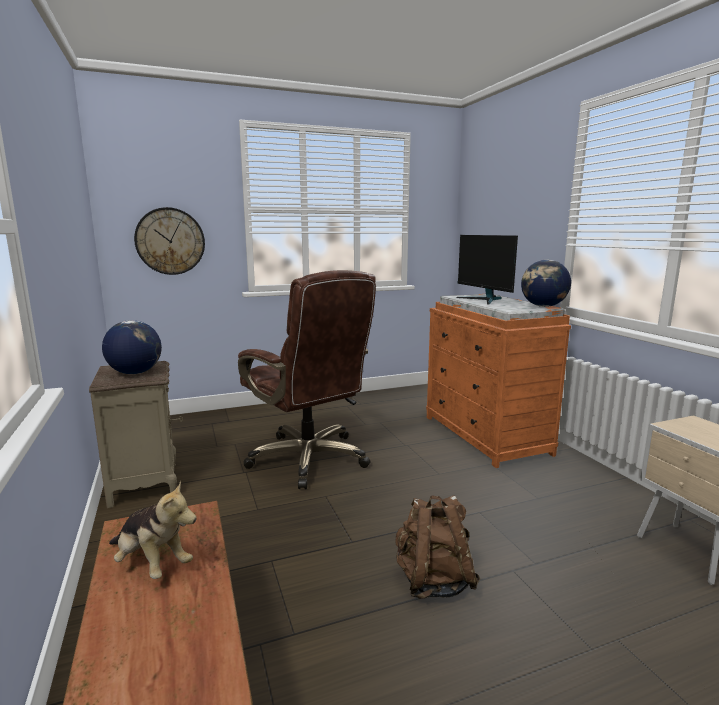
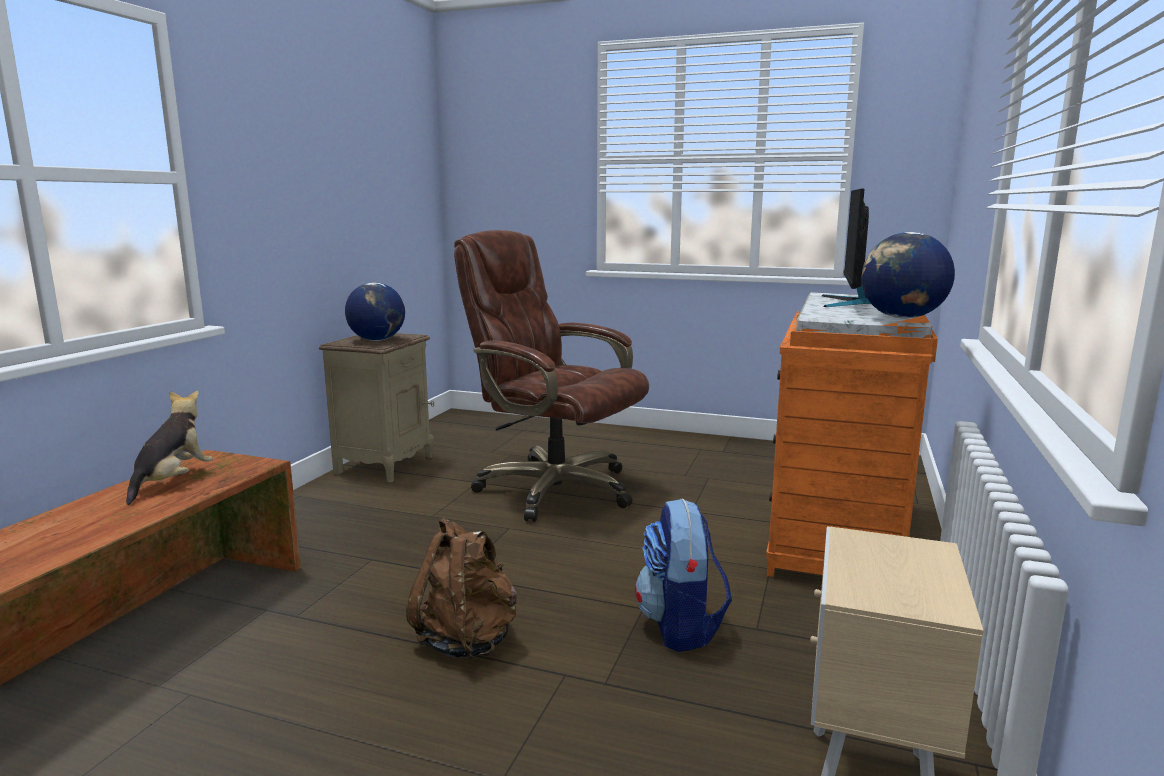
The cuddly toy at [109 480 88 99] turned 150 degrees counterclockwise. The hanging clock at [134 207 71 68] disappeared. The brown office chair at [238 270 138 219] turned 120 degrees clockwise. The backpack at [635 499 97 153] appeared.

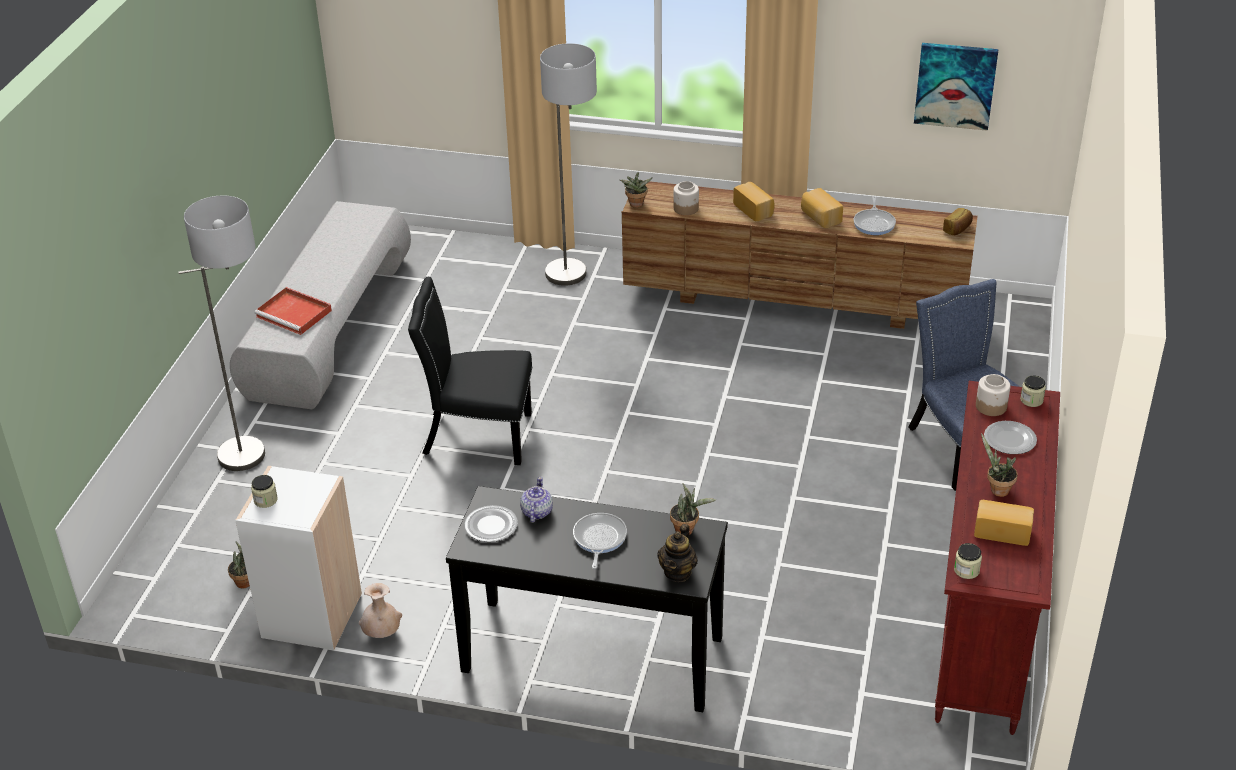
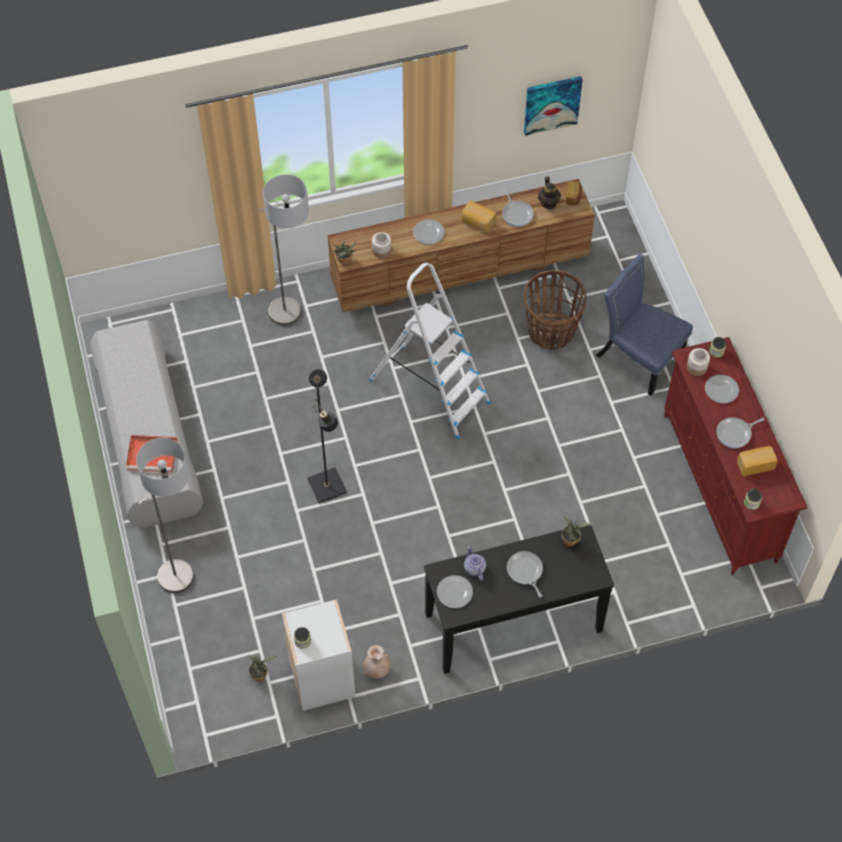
The black plain chair at [408 277 124 188] was replaced by the black standing lamp at [307 369 40 134]. The teapot moved from [657 524 41 58] to [538 176 23 33]. The bakery bread at [733 182 42 39] was replaced by the plate at [413 219 32 25]. The potted plant at [981 433 37 64] was replaced by the skillet at [716 417 49 31]. The whitish step stool at [369 263 122 176] appeared. The storage basket at [524 270 63 80] appeared.

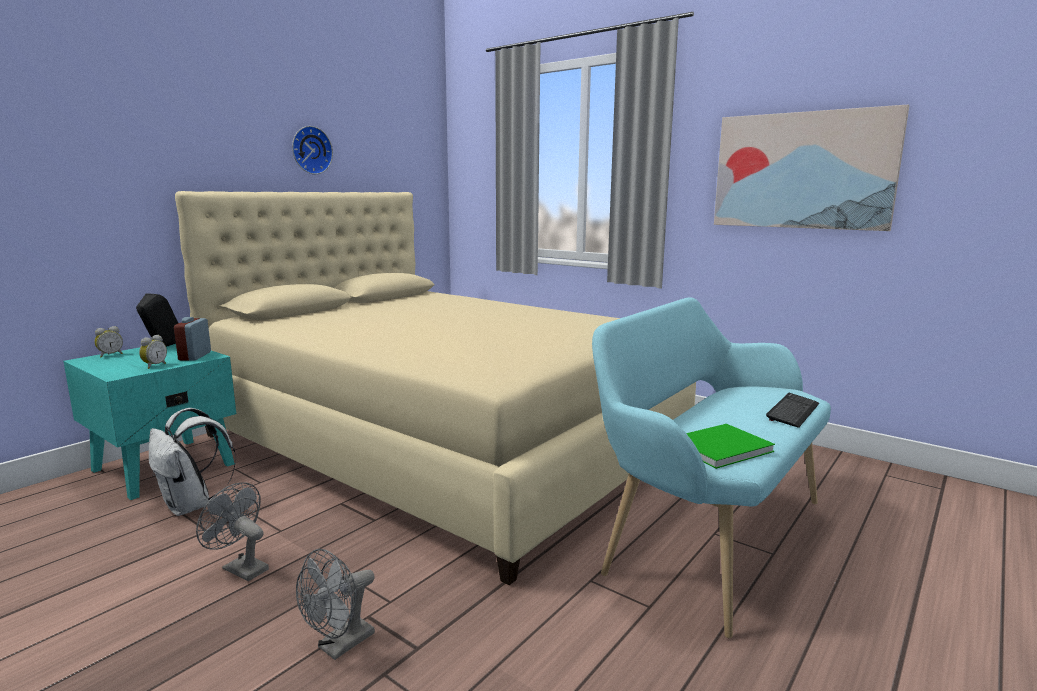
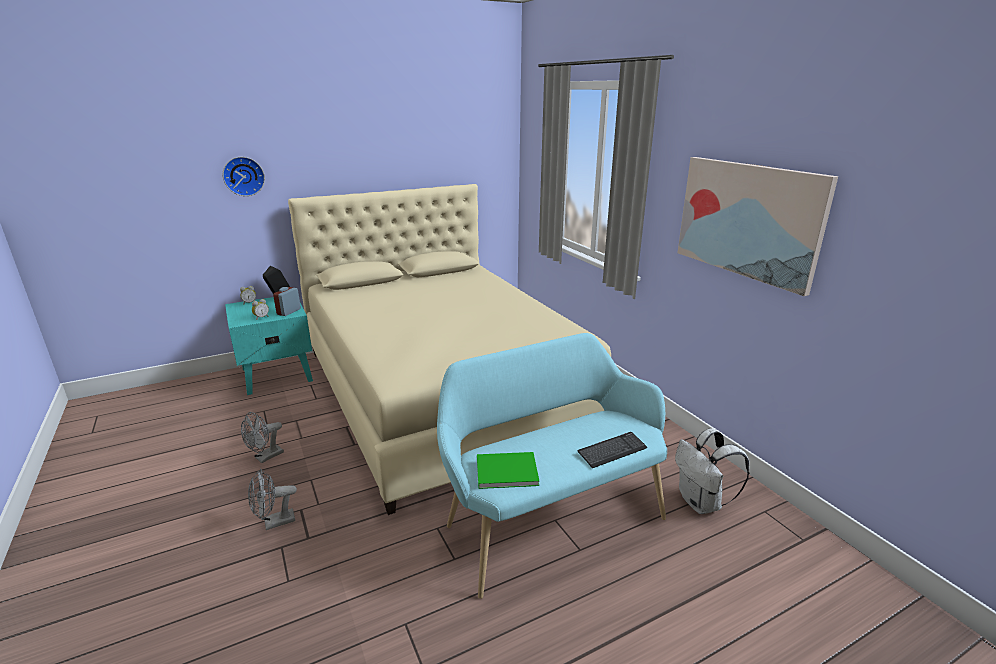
The whitish backpack moved from [149 408 87 108] to [675 428 74 86]. The grey fan at [196 482 73 99] turned 105 degrees counterclockwise. The hanging clock moved from [292 126 41 48] to [223 157 42 39].

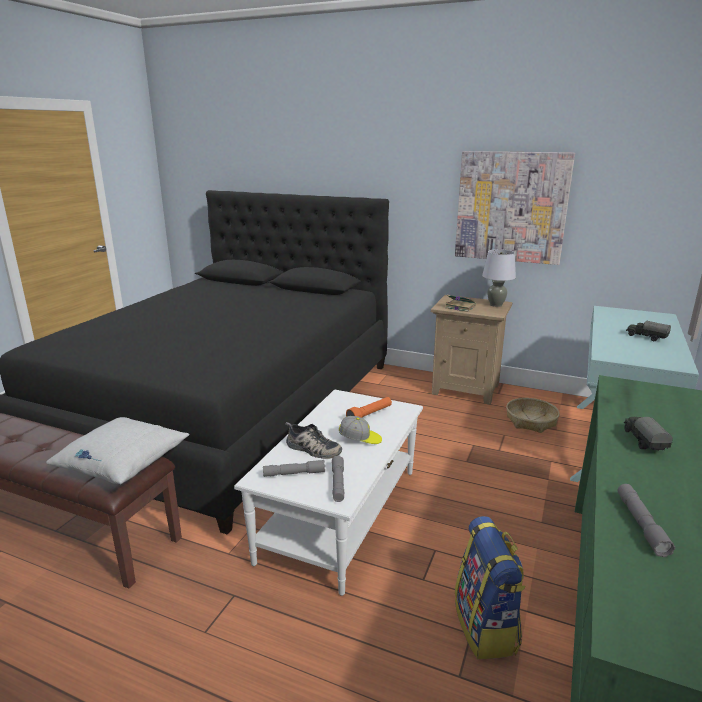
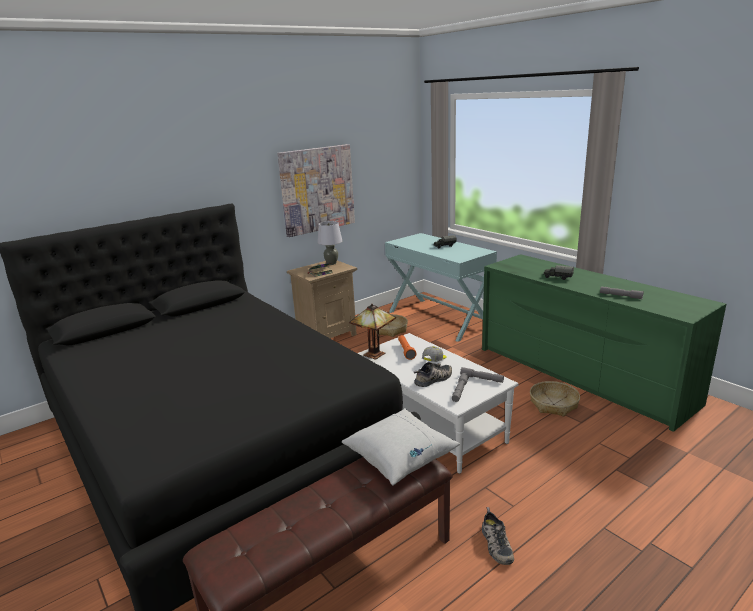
The backpack at [455 516 71 143] was replaced by the storage basket at [530 381 50 36]. The table lamp at [349 304 47 56] appeared. The item of footwear at [482 507 32 58] appeared.

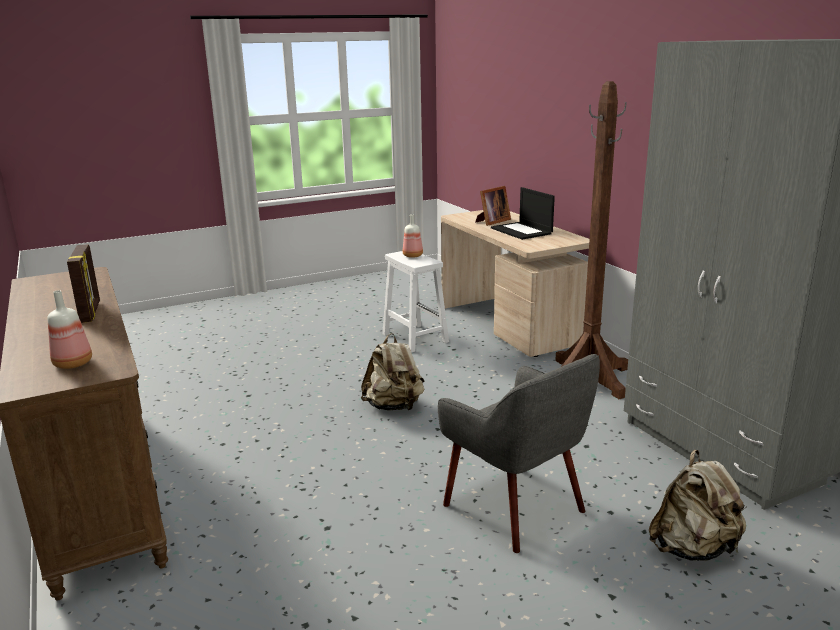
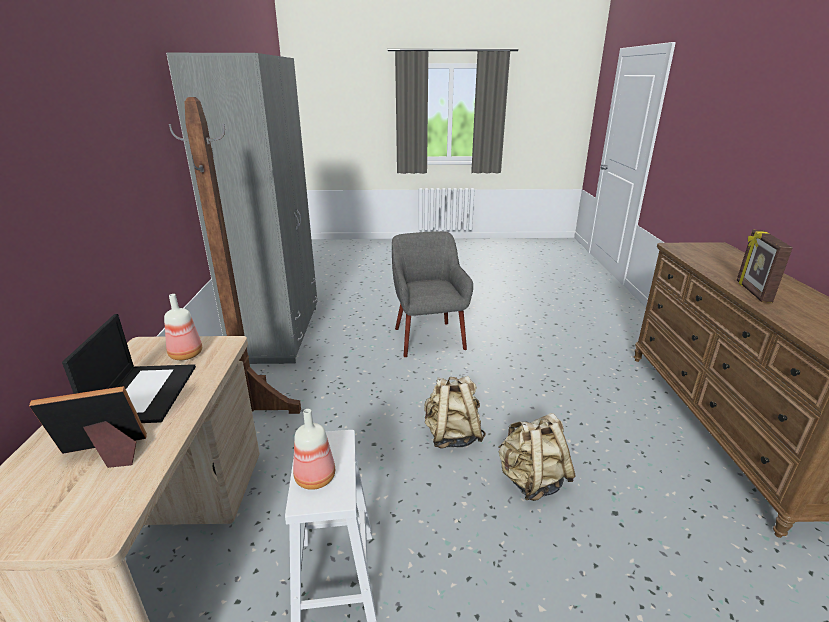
The drink bottle moved from [48 290 44 79] to [164 294 38 66]. The beige-coloured backpack moved from [649 450 98 111] to [498 413 78 88].

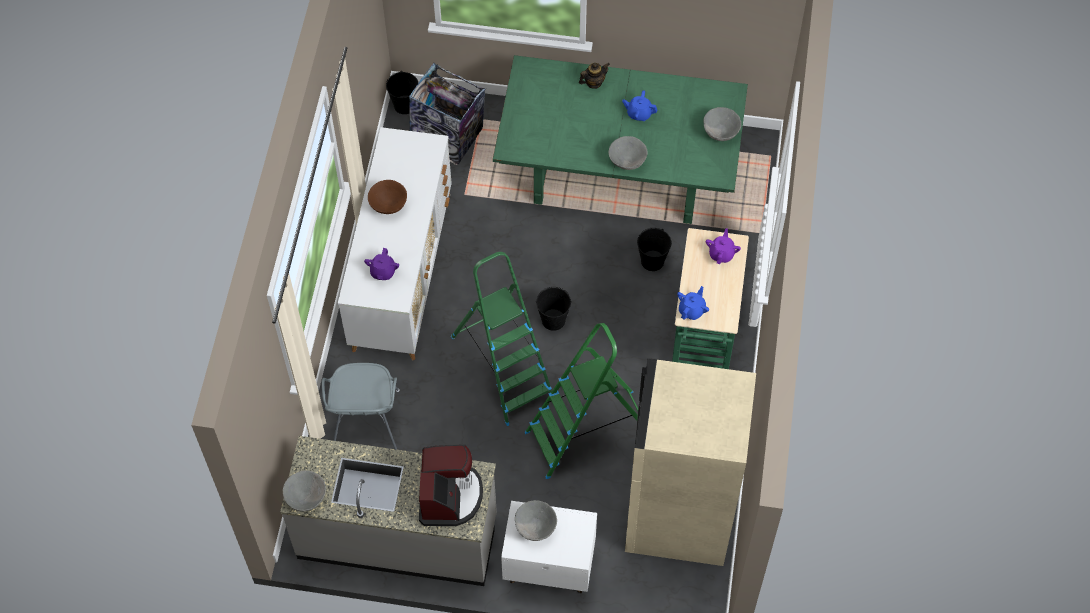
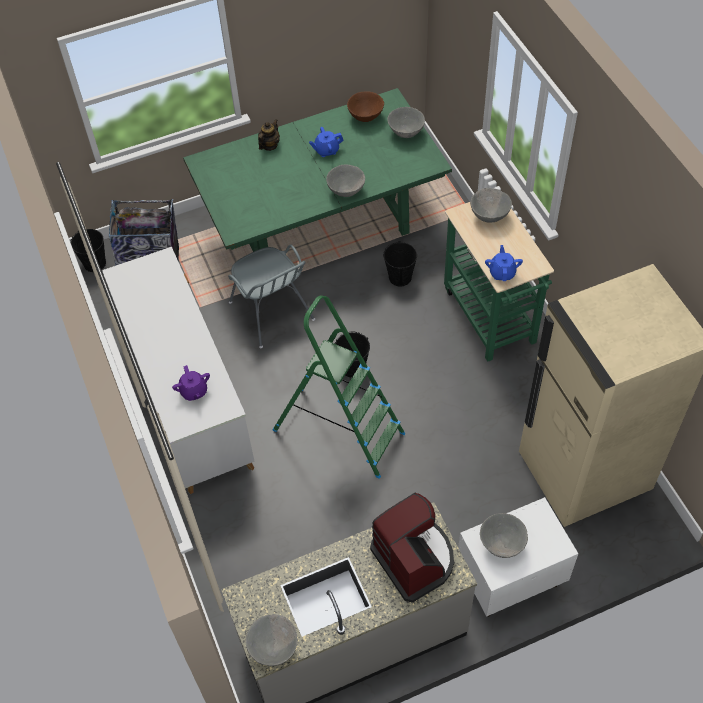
The grey plain chair moved from [322 363 78 87] to [228 245 87 103]. The brown bowl moved from [368 180 39 34] to [347 92 37 30]. The green step stool at [525 323 113 156] disappeared. The purple teapot at [706 228 35 36] was replaced by the grey bowl at [470 188 42 35].

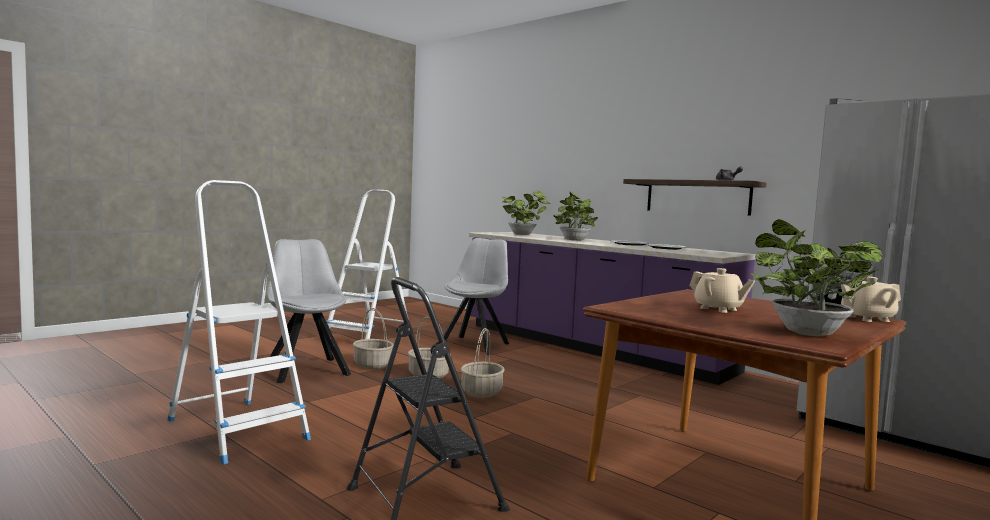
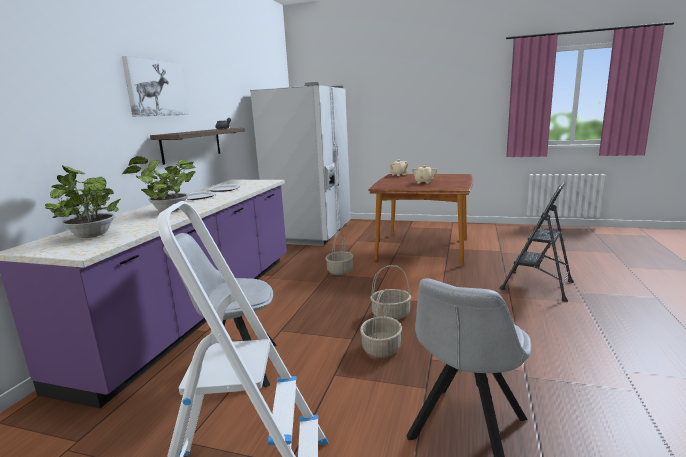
The whitish step stool at [167 180 144 284] disappeared. The storage basket moved from [353 308 41 61] to [326 231 28 44]. The potted plant at [748 219 135 117] disappeared. The wall picture at [122 56 67 61] appeared.

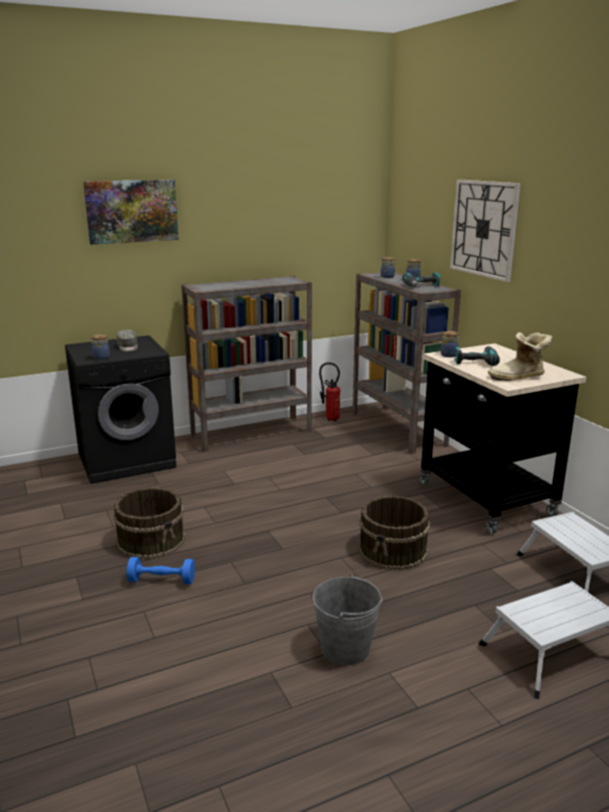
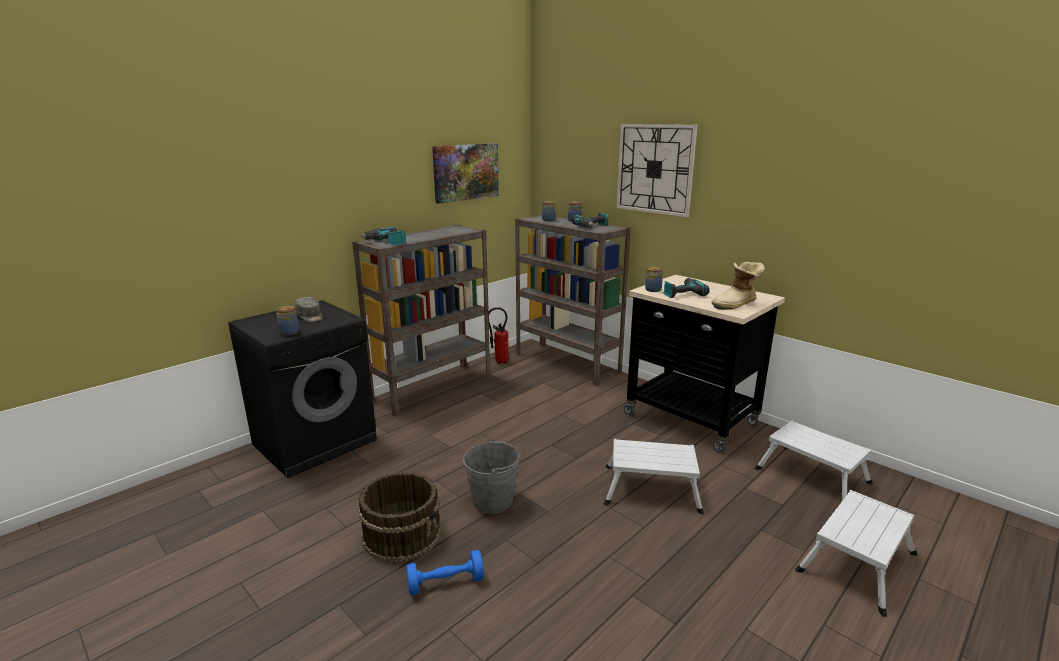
The wall picture moved from [83 180 96 65] to [432 143 67 61]. The grey pail moved from [313 574 70 92] to [463 440 58 74]. The brown pail at [359 496 71 75] was replaced by the whitish step stool at [604 439 100 76]. The power drill at [360 227 46 18] appeared.

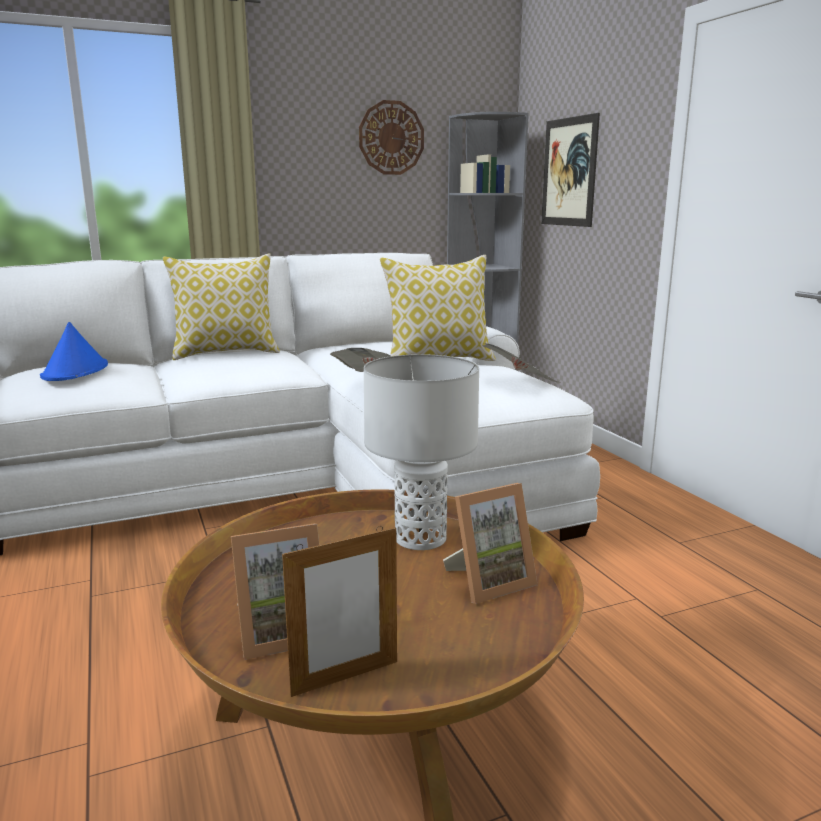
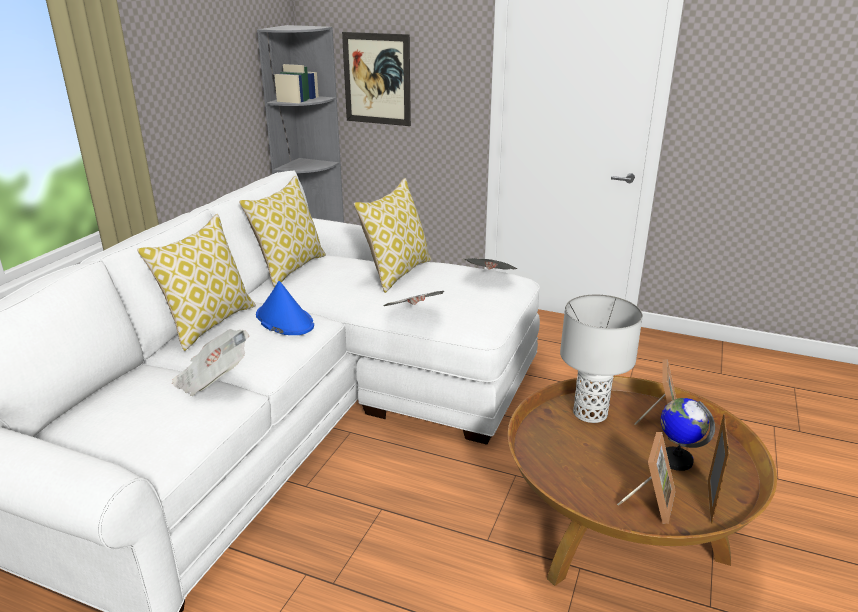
The blue-coloured clothing hat moved from [40 322 68 59] to [256 281 58 54]. The hanging clock at [359 100 65 75] disappeared. The daily paper at [172 329 77 67] appeared. The throw pillow at [239 176 87 111] appeared. The desk globe at [661 398 54 73] appeared.

